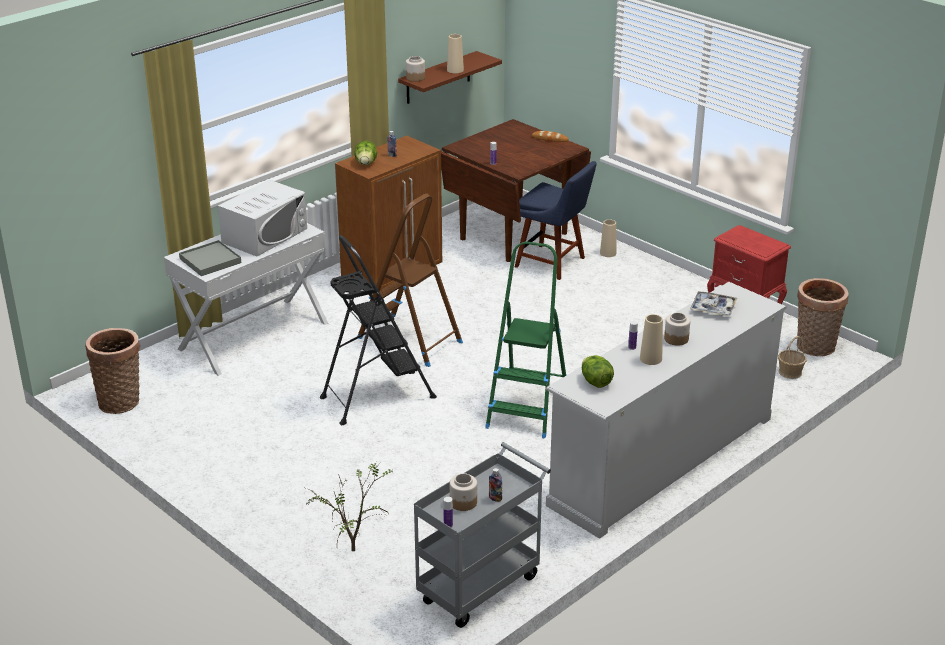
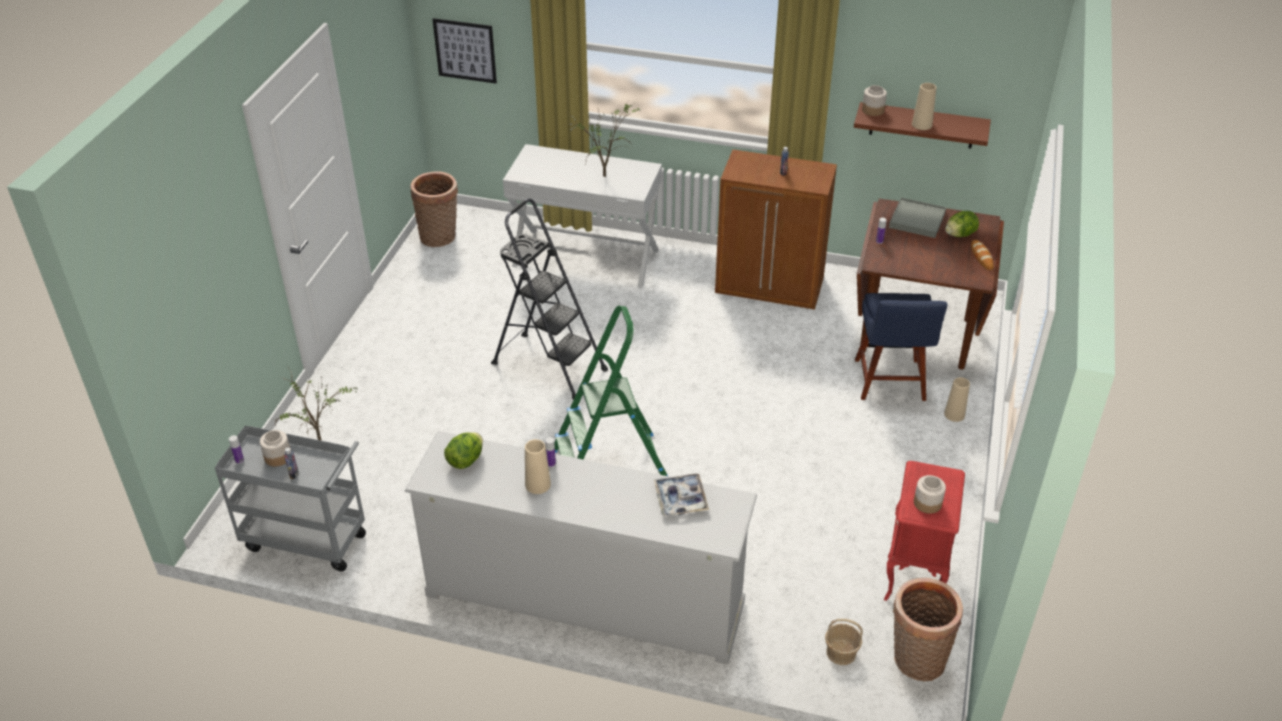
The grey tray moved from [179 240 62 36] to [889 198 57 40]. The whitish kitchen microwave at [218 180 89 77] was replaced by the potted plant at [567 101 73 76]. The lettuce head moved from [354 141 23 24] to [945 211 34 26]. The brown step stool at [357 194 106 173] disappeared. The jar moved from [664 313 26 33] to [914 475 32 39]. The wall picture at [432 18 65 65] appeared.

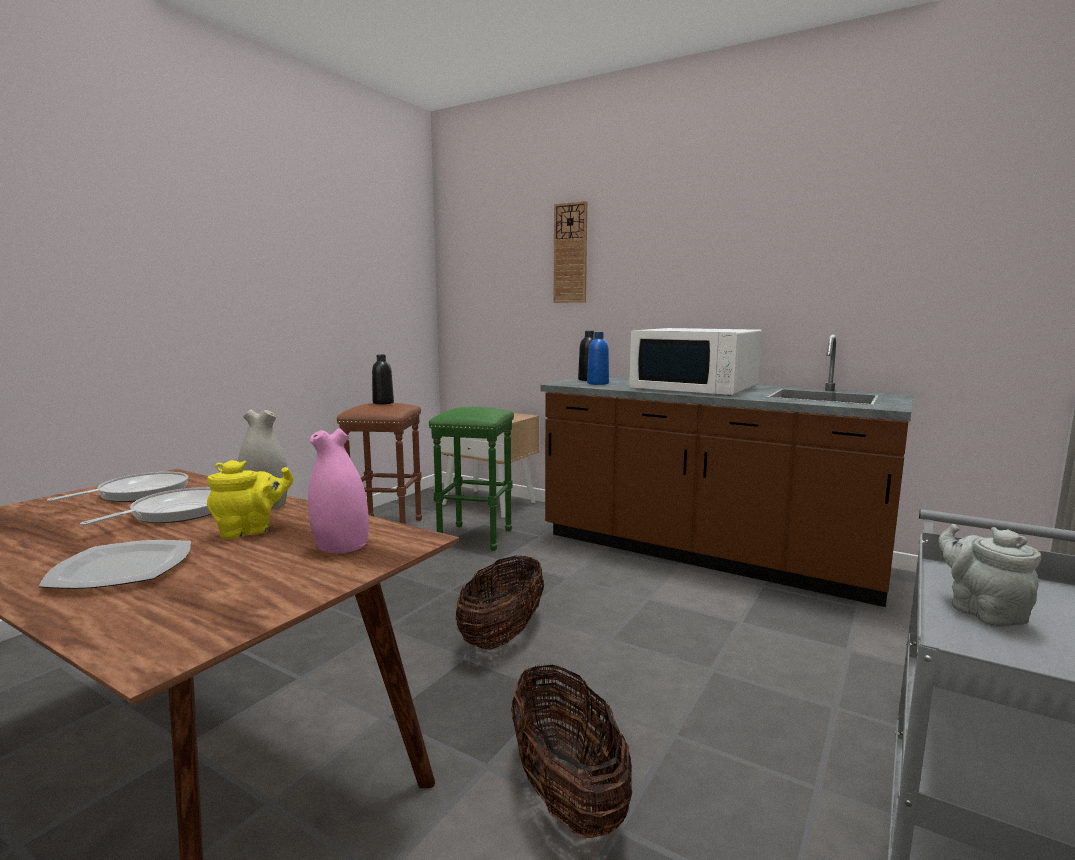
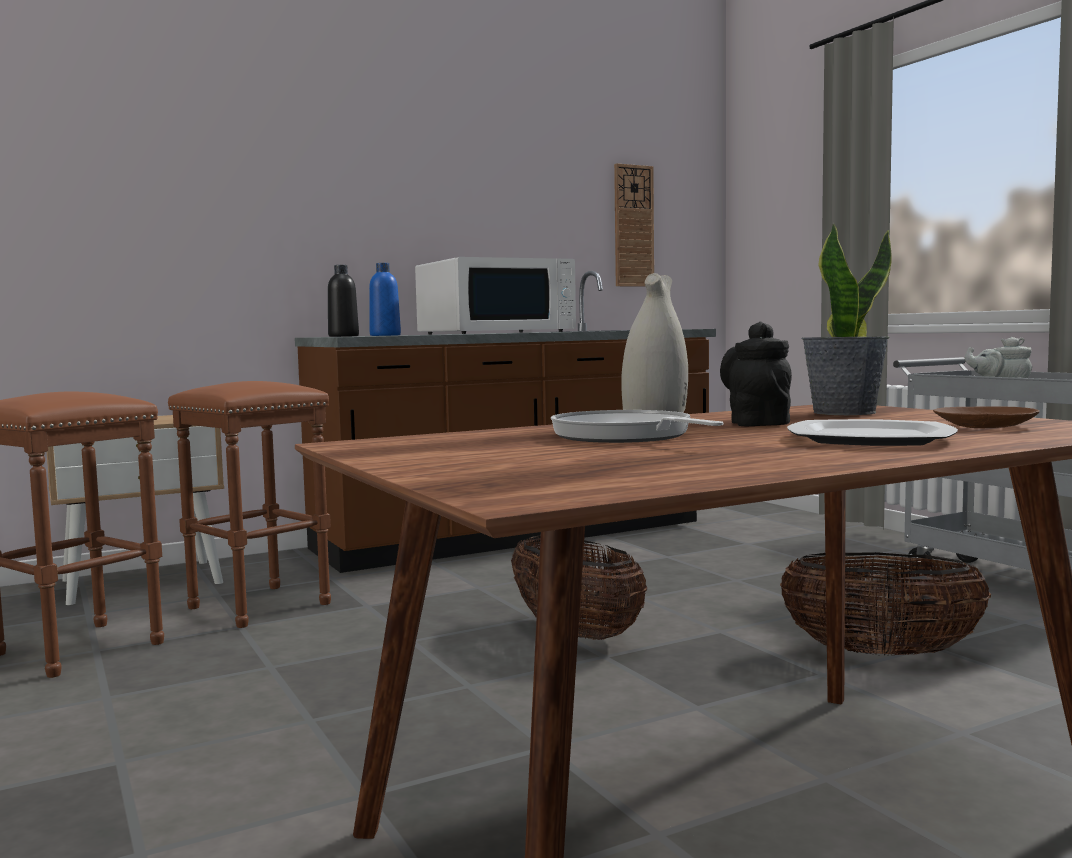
The skillet at [47 472 141 30] disappeared. The yellow-coloured teapot at [207 460 86 79] became the black teapot at [720 322 72 104]. The pinkish flower vase at [308 428 61 125] was replaced by the potted plant at [802 223 89 192]. The black drink bottle at [372 355 22 50] disappeared. The green stool at [429 407 85 144] became the brown stool at [168 381 163 247]. The hanging clock moved from [554 201 33 102] to [614 163 40 123]. The brown plate at [933 406 107 22] appeared.

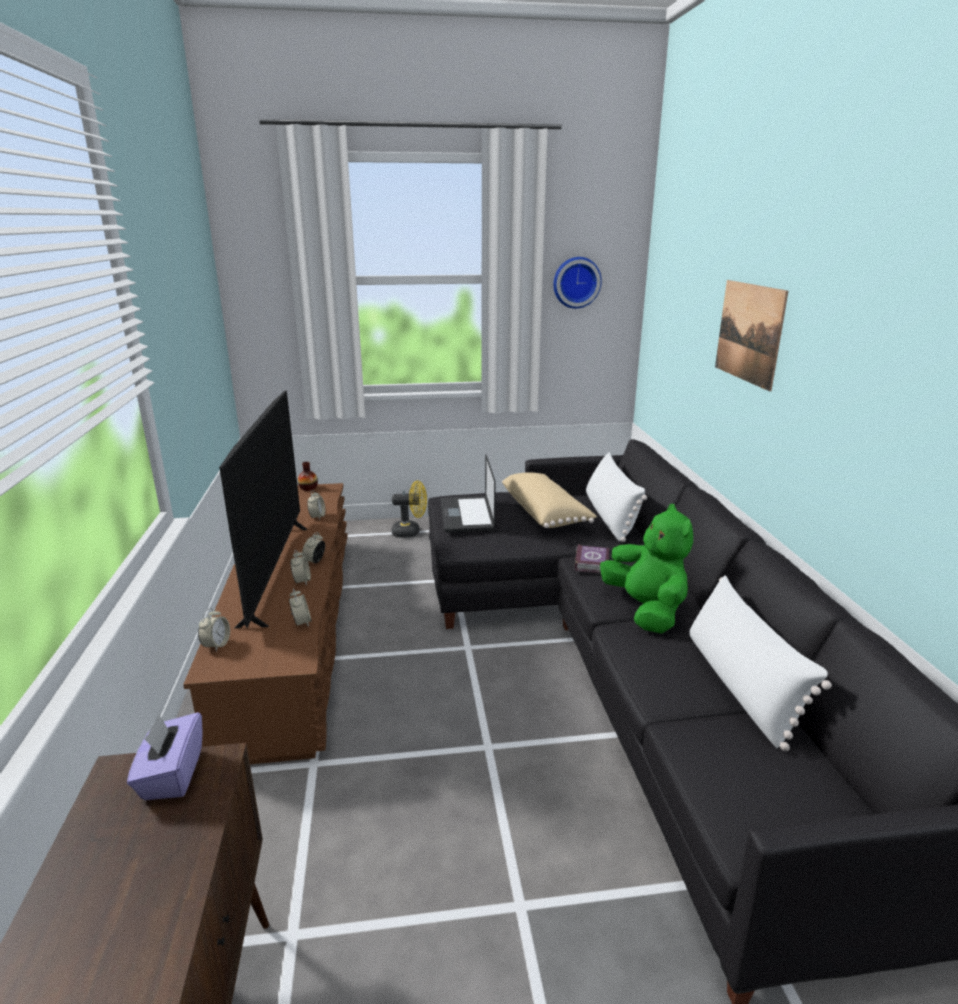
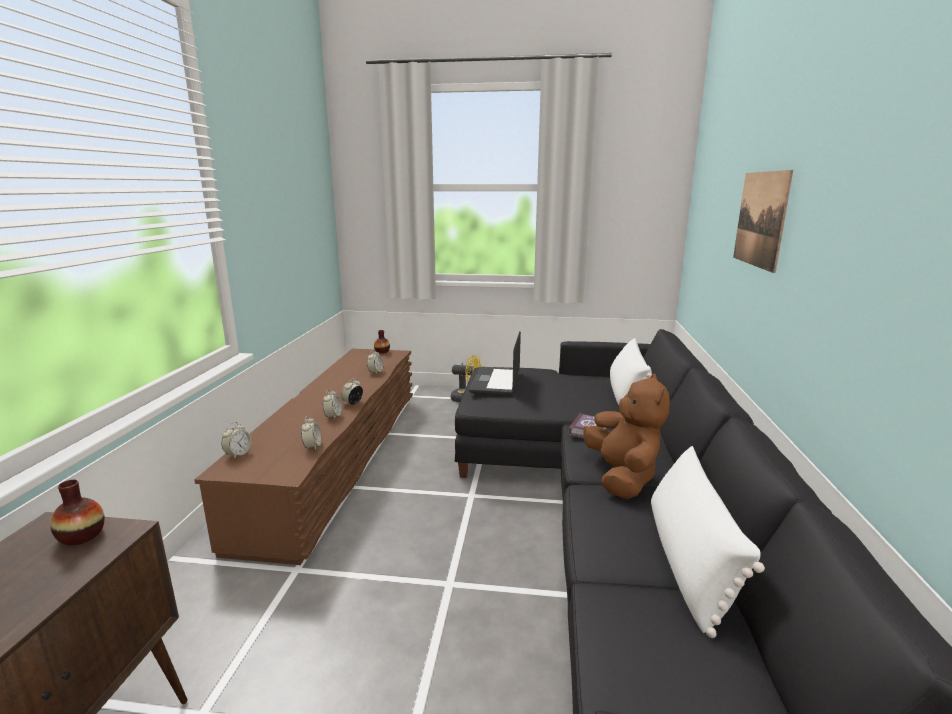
The purple tissue holder at [127 712 76 88] was replaced by the flower vase at [50 480 55 65]. The TV at [219 391 88 237] disappeared. The beige-coloured throw pillow at [502 473 95 55] disappeared. The hanging clock at [553 257 49 52] disappeared. The green cuddly toy at [600 504 93 130] became the brown cuddly toy at [583 373 87 126].

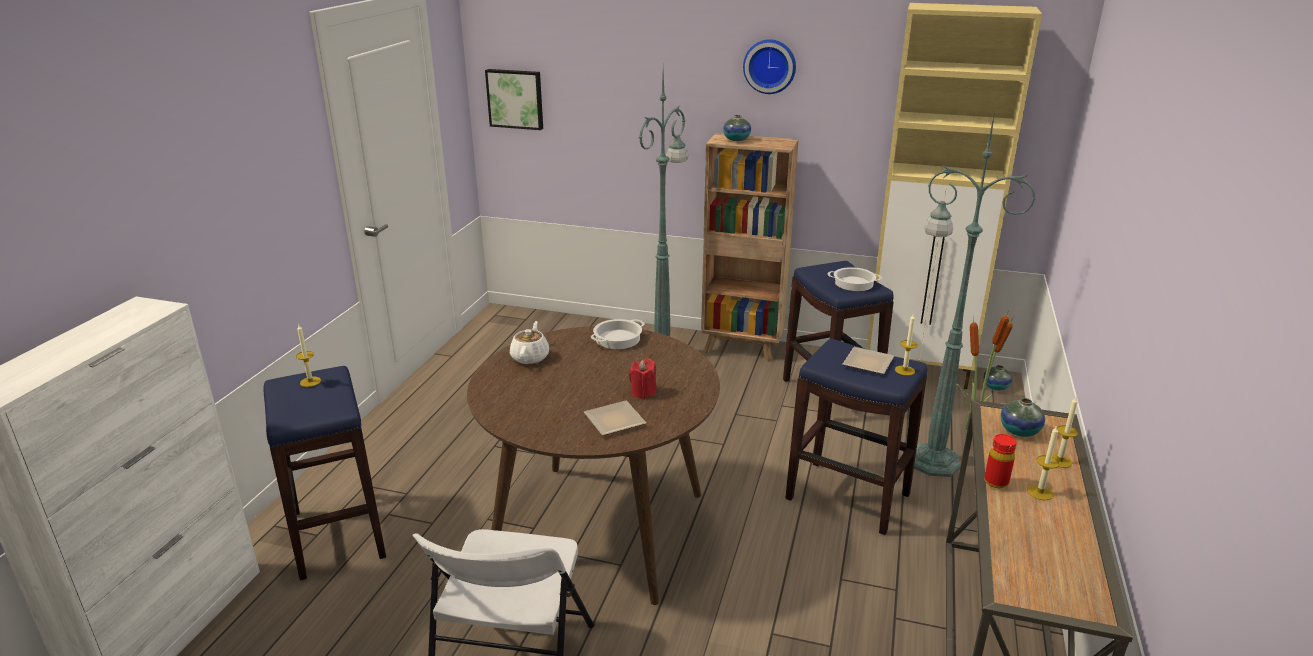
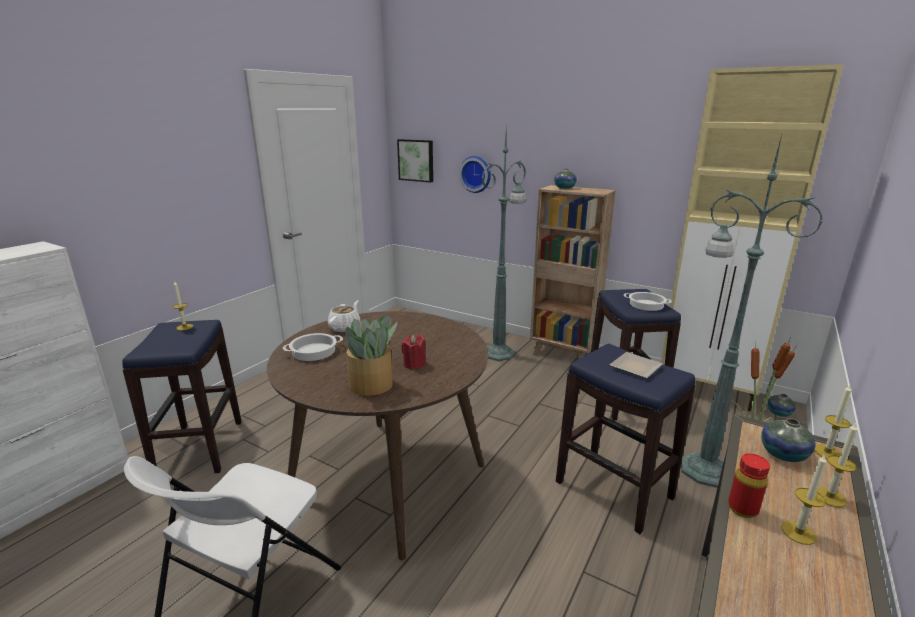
The plate at [584 401 62 35] was replaced by the potted plant at [343 315 55 81]. The cooking pot moved from [591 319 54 30] to [283 333 60 28]. The hanging clock moved from [743 39 53 55] to [459 156 32 37]. The wax light moved from [895 314 23 62] to [814 385 38 74].

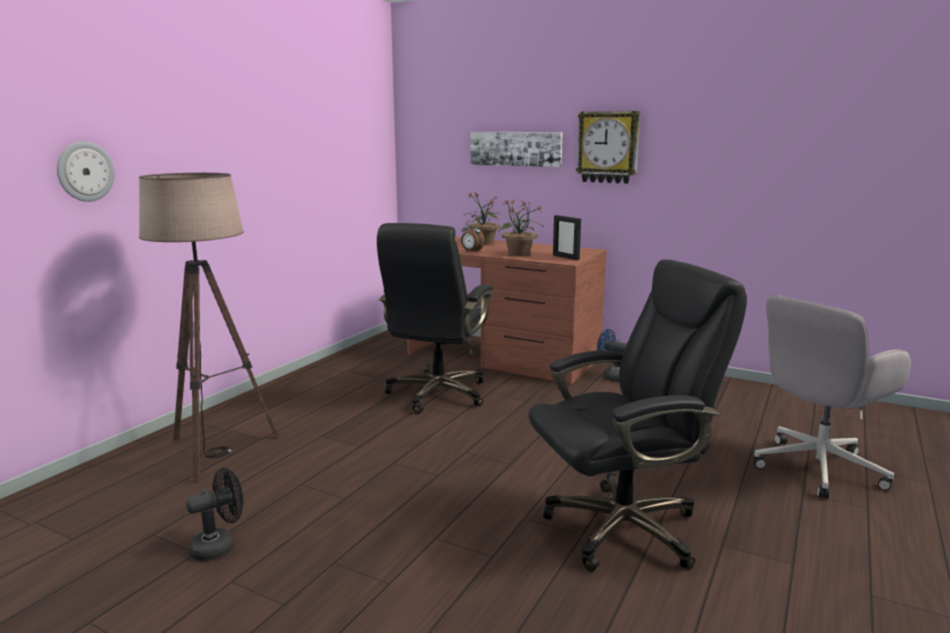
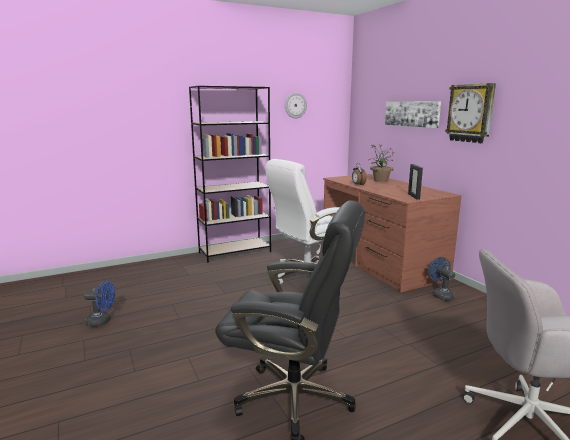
The hanging clock moved from [57 141 58 61] to [285 92 22 26]. The standing lamp at [139 173 140 310] disappeared. The black fan at [186 468 57 93] became the blue-coloured fan at [84 280 31 47]. The black office chair at [377 223 116 191] became the whitish office chair at [266 159 74 125]. The potted plant at [498 200 46 56] disappeared. The beige-coloured bookcase at [189 86 82 177] appeared.

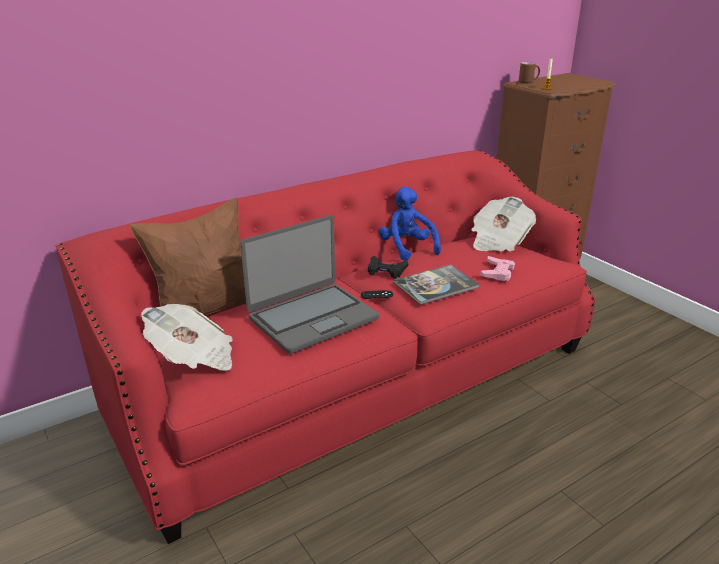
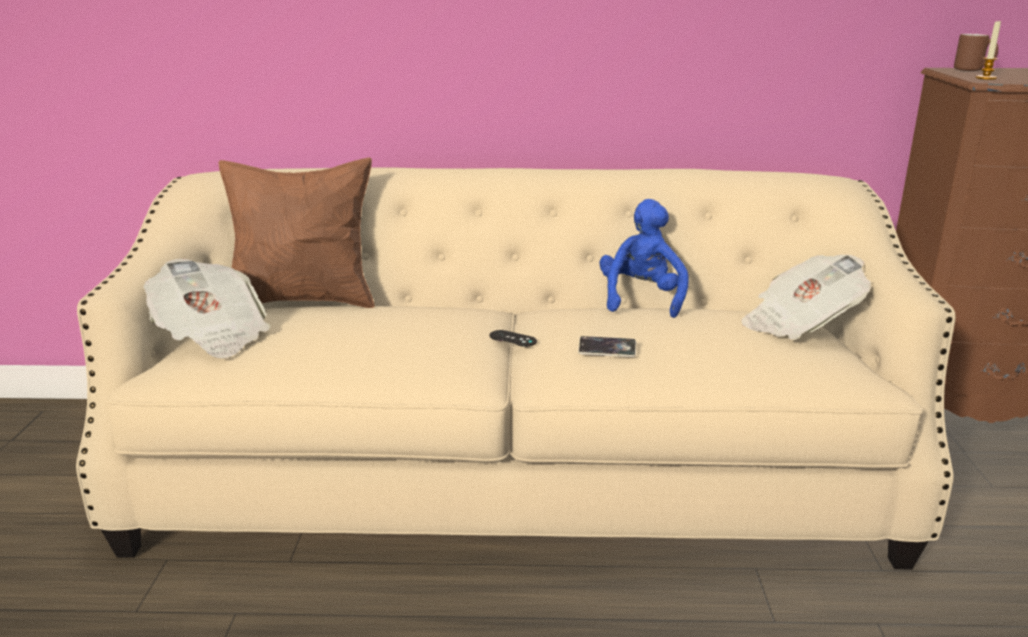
The red settee at [55 150 540 394] became the beige-coloured settee at [76 167 880 402]. The laptop at [240 215 139 139] disappeared. The black joypad at [368 256 40 22] disappeared. The book at [394 264 86 41] was replaced by the telephone at [578 336 58 21]. The pinkish joypad at [480 256 35 25] disappeared.

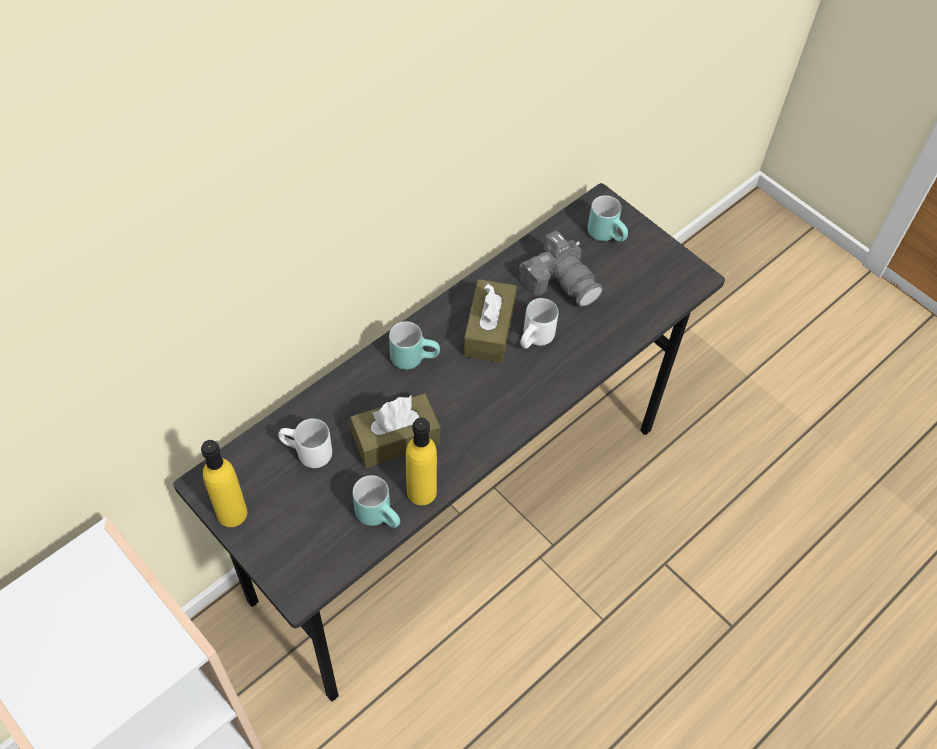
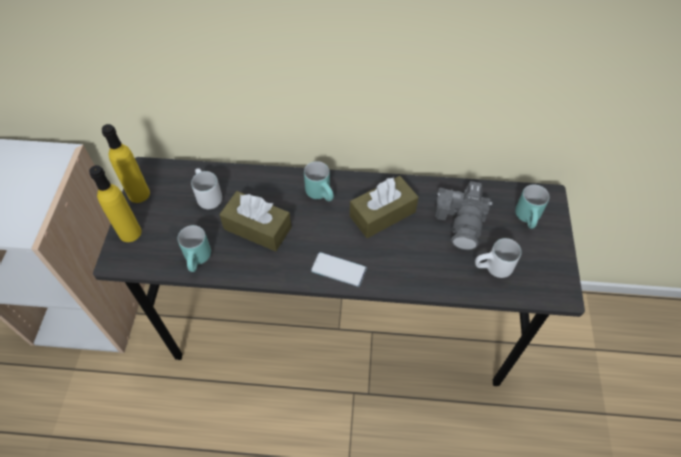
The yellow-coloured drink bottle moved from [406 417 31 88] to [89 165 53 77]. The whitish mug moved from [520 298 39 51] to [475 238 46 40]. The telephone at [311 252 56 35] appeared.

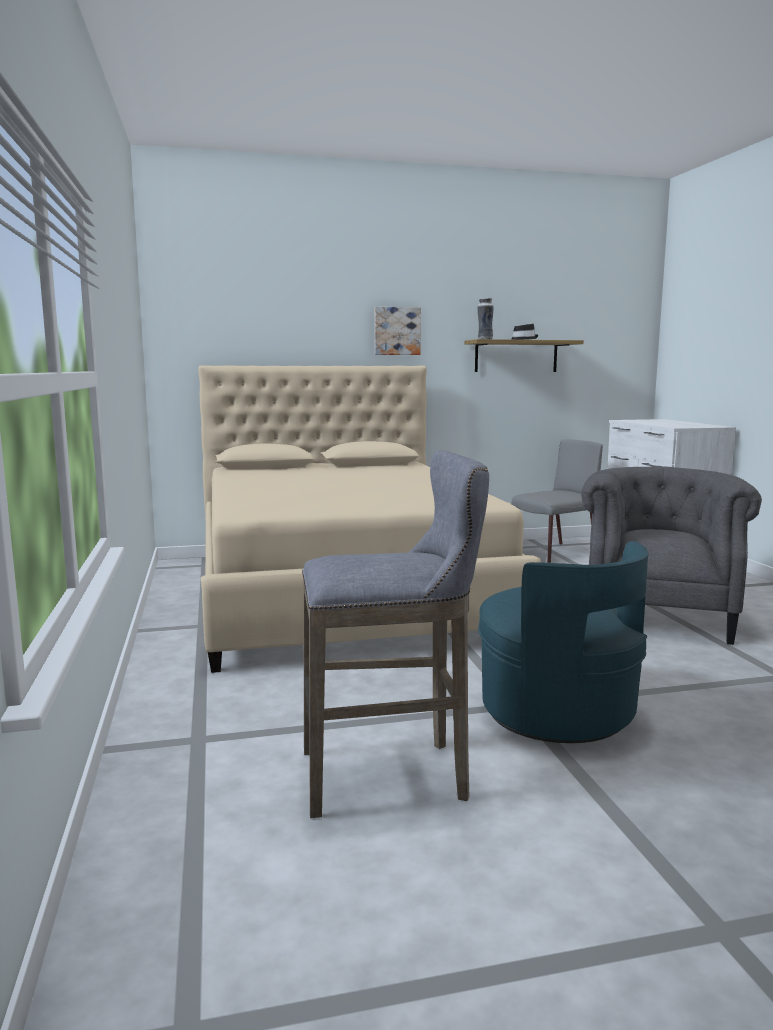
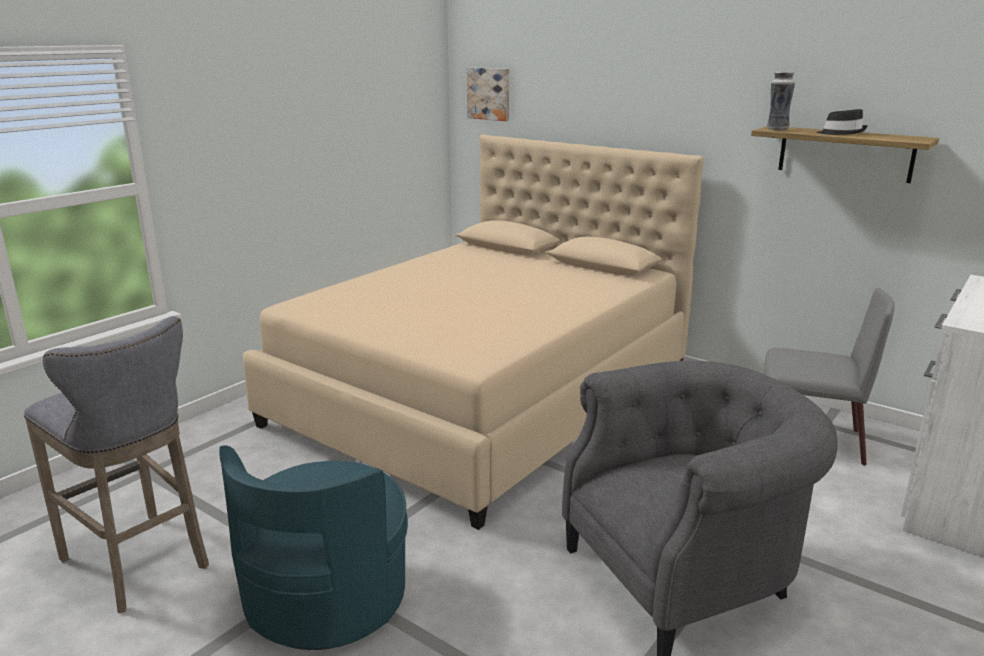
The wall picture moved from [375 307 46 48] to [467 67 42 54].

